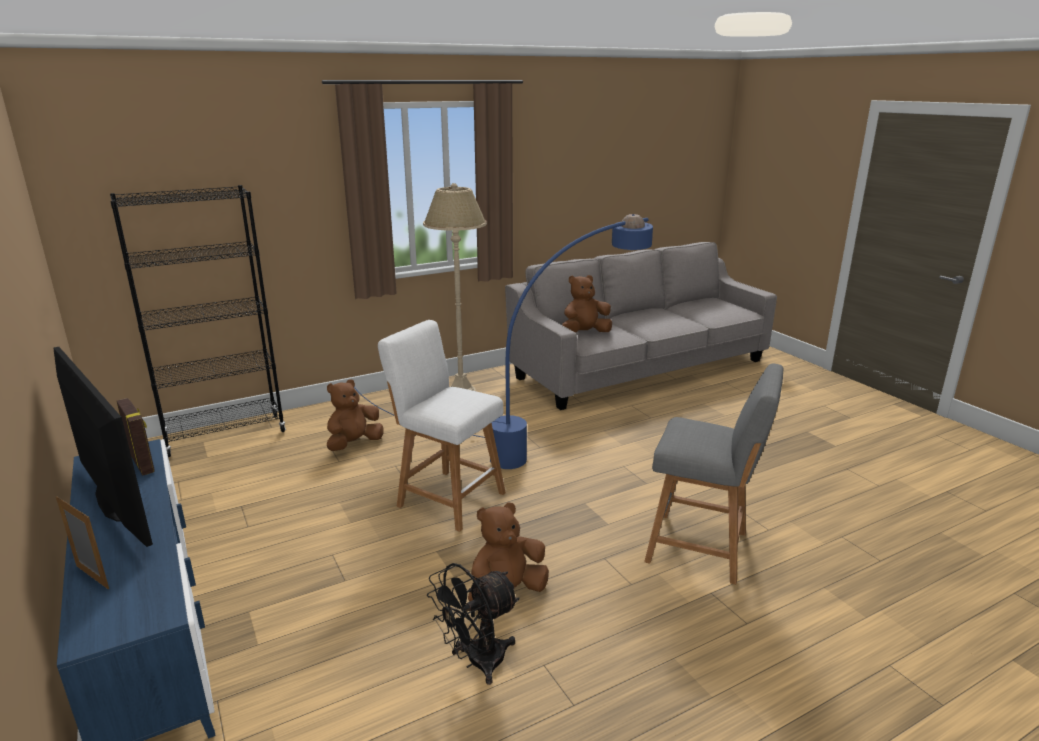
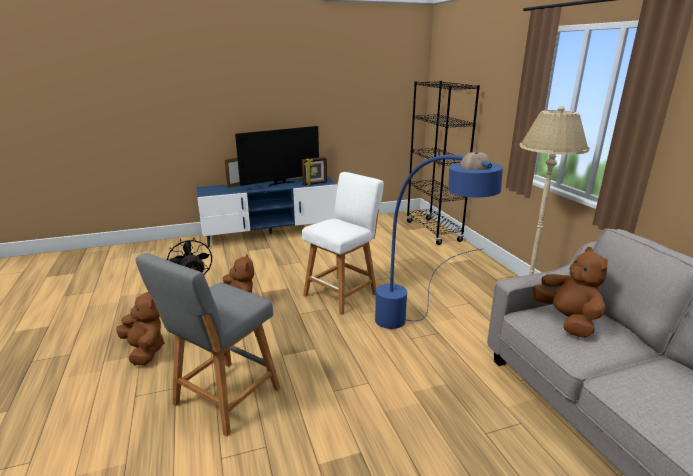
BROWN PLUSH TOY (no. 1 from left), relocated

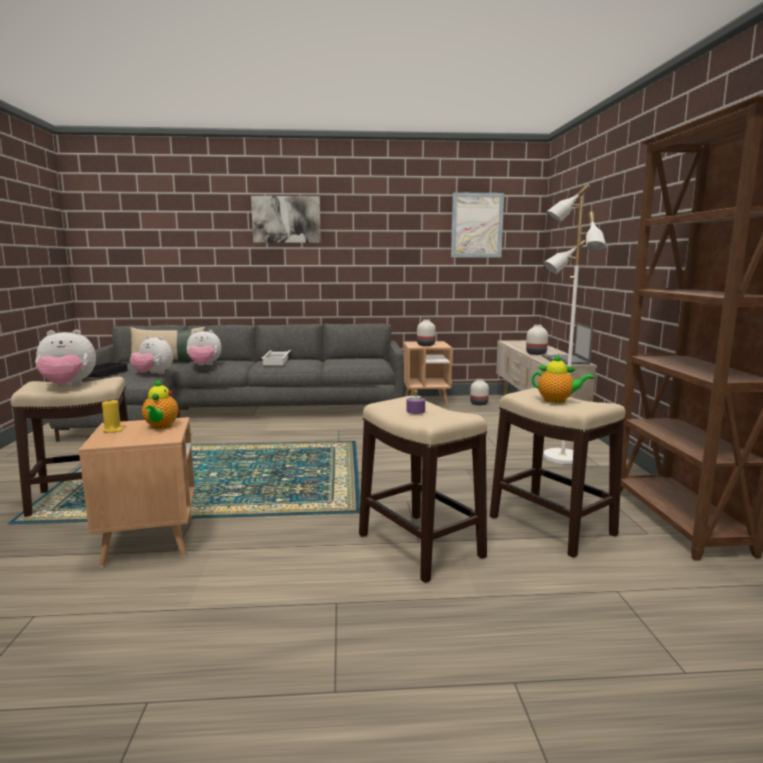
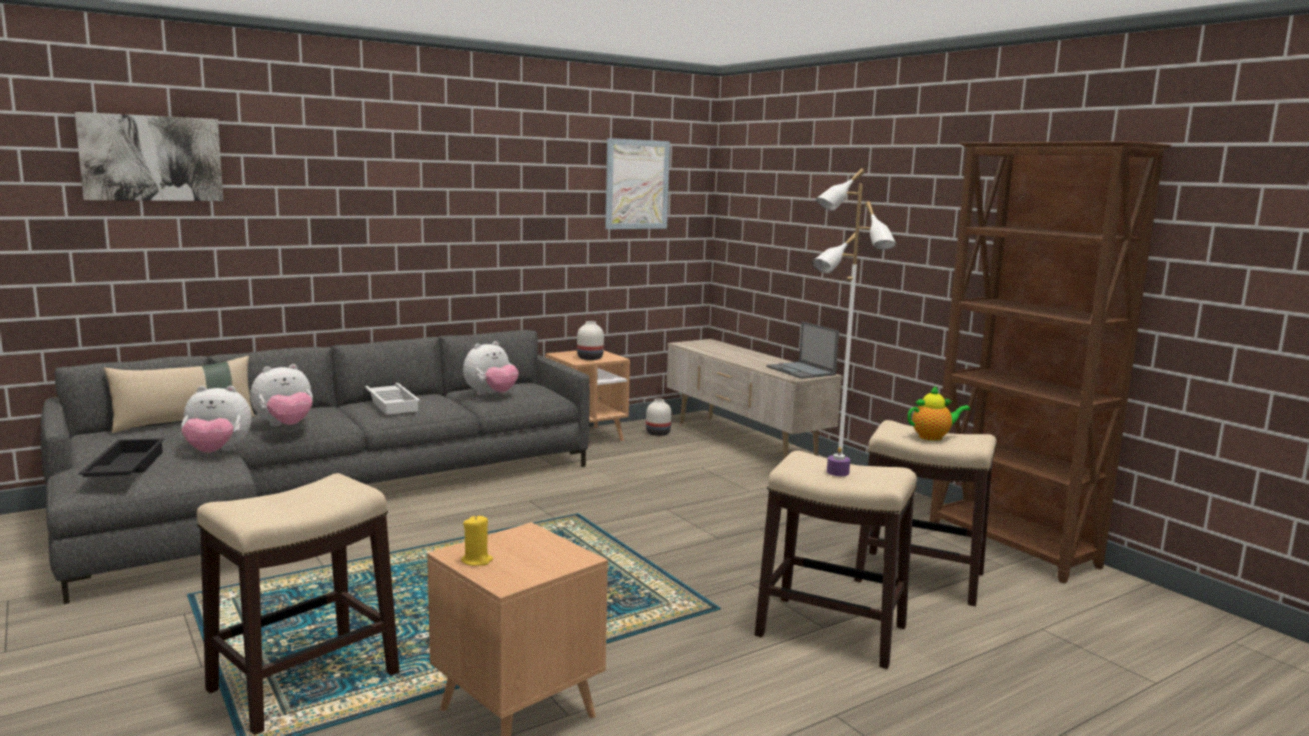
PICTURE (no. 1 from left), relocated
WHITE VASE (no. 3 from left) → -
PLUSH TOY (no. 1 from left in the first image) → PLUSH TOY (no. 3 from left), relocated
TEAPOT (no. 1 from left) → -

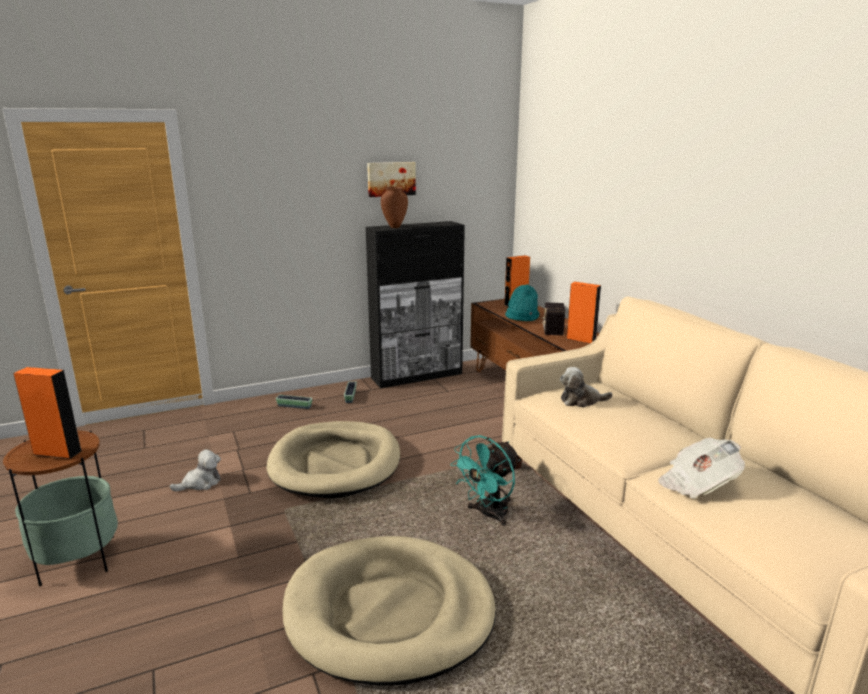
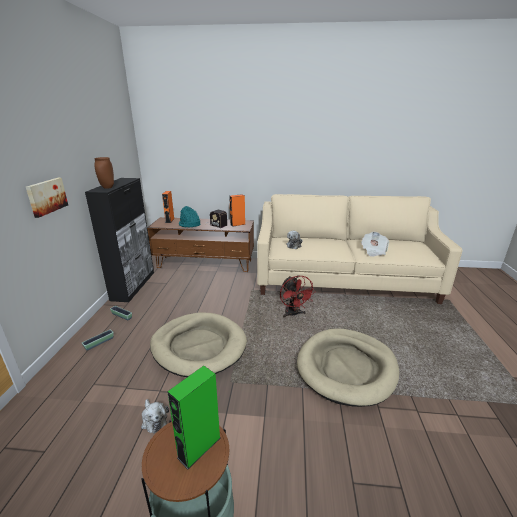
PICTURE, relocated
ORANGE SPEAKER (no. 1 from left) → GREEN SPEAKER
TURQUOISE FAN → RED FAN
PLUSH TOY (no. 1 from left), 150 degrees clockwise

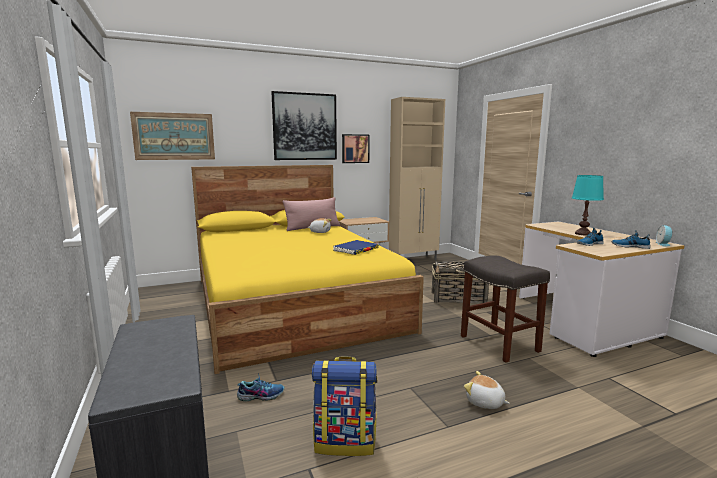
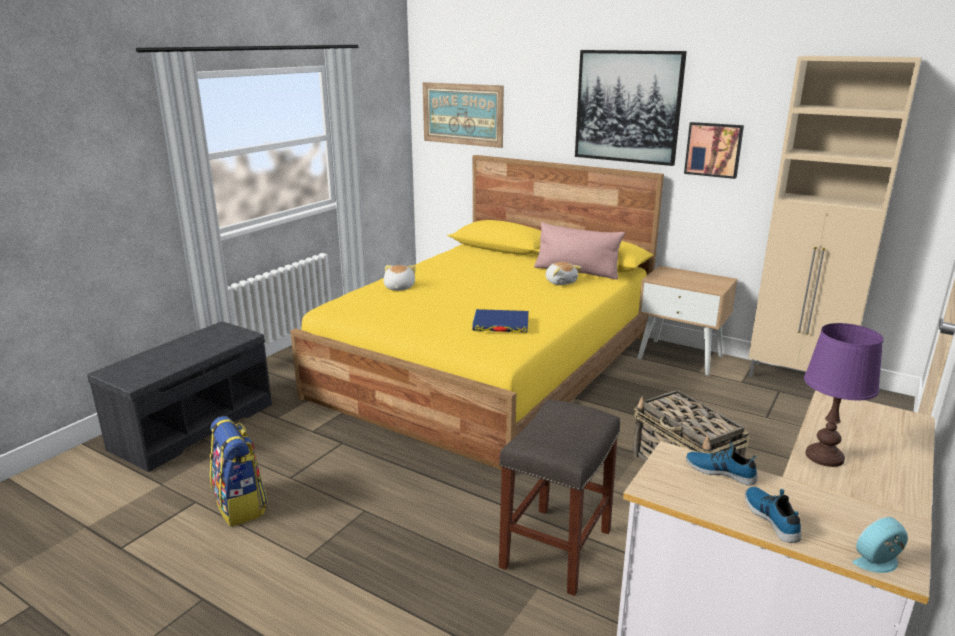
TURQUOISE TABLE LAMP → PURPLE TABLE LAMP
PLUSH TOY (no. 2 from left in the first image) → PLUSH TOY (no. 1 from left), relocated
SHOE (no. 1 from left) → -

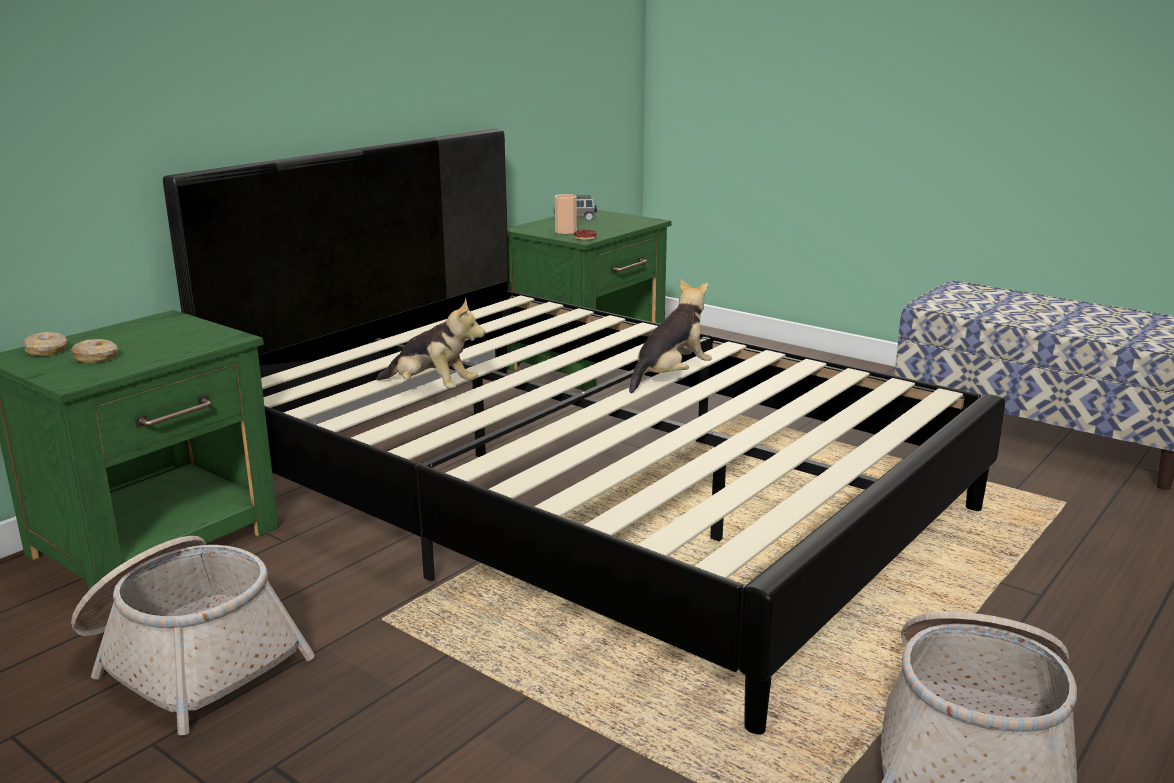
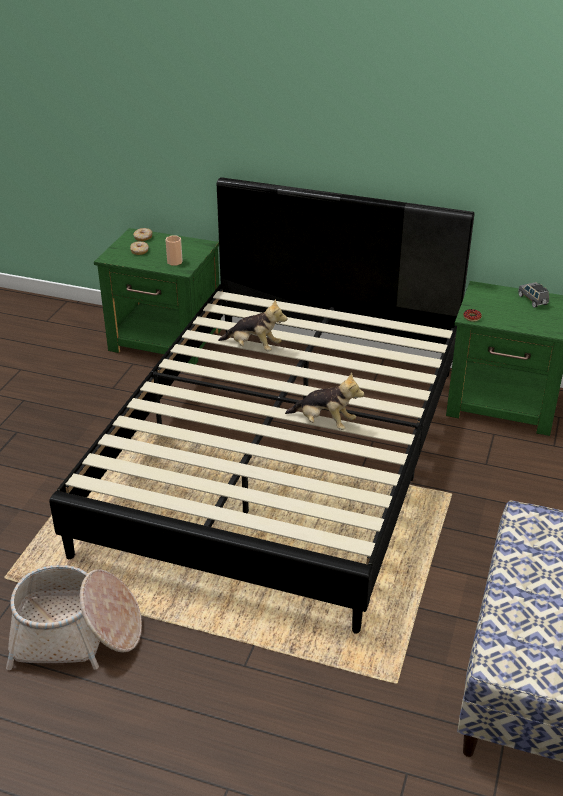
CUP, relocated
PLUSH TOY (no. 1 from left), 75 degrees counterclockwise
BASKET (no. 1 from left) → -

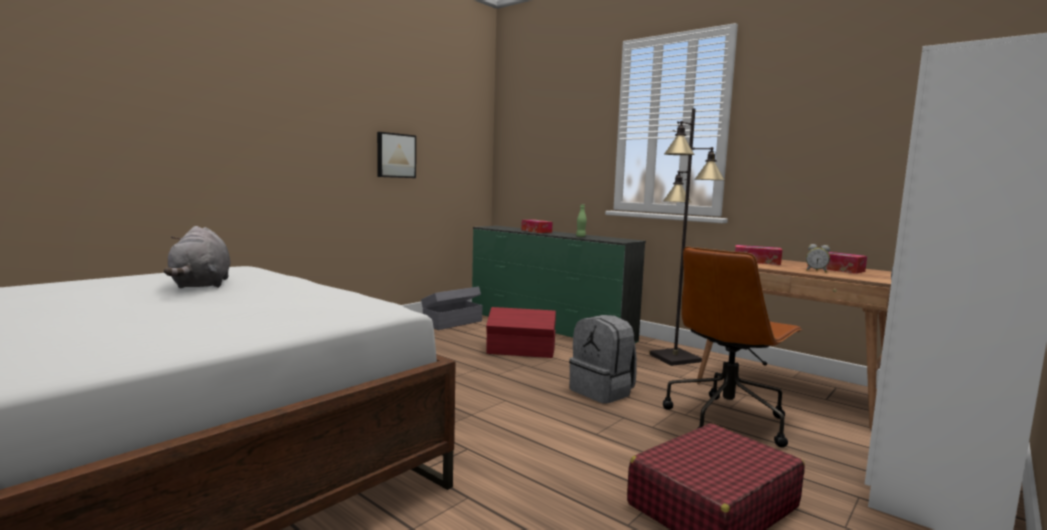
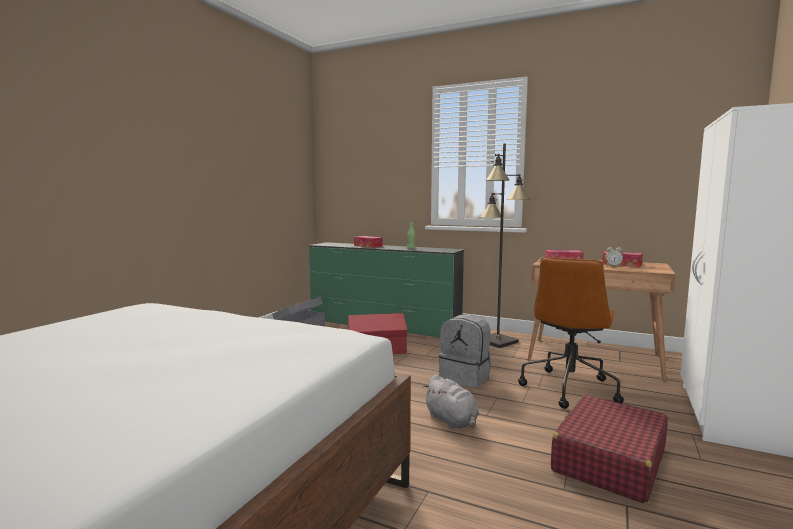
PICTURE → -
GREY PLUSH TOY, relocated

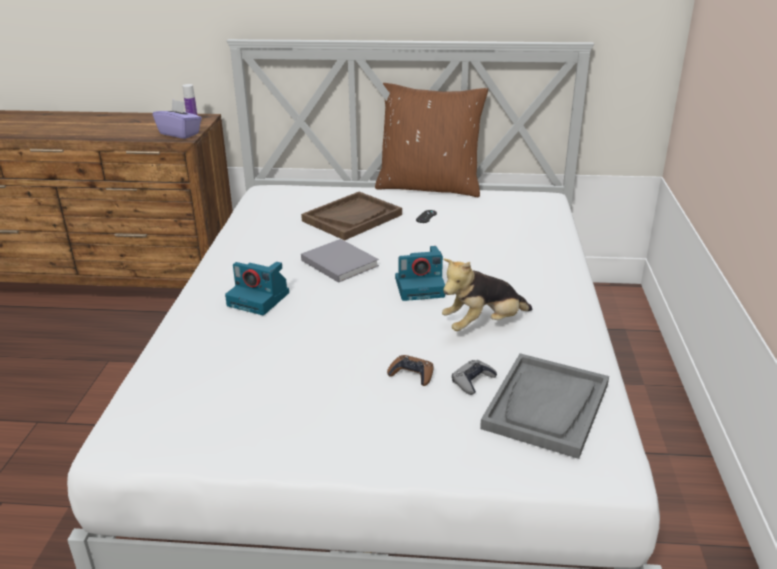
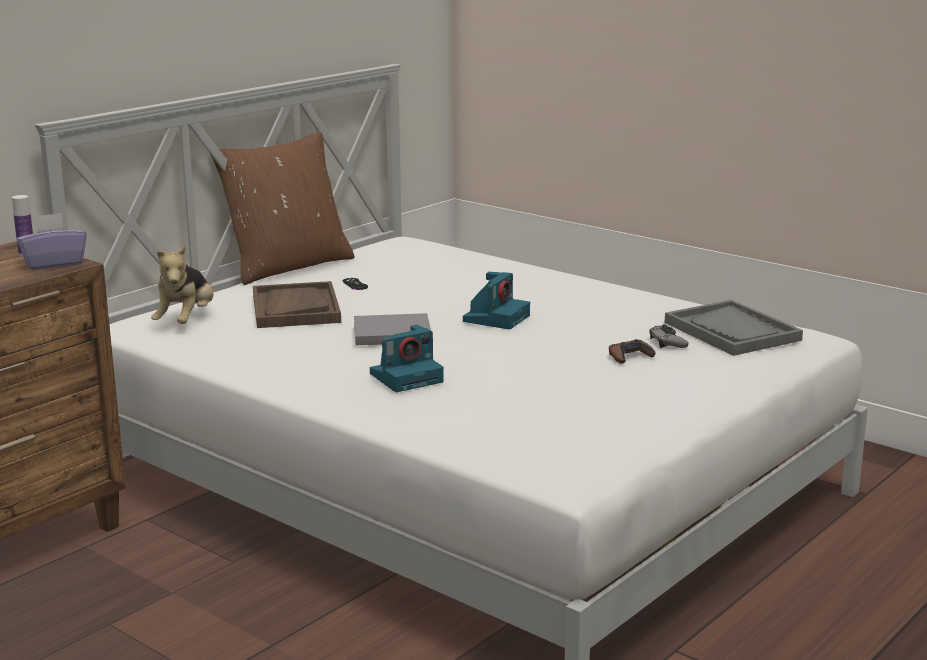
PLUSH TOY, relocated

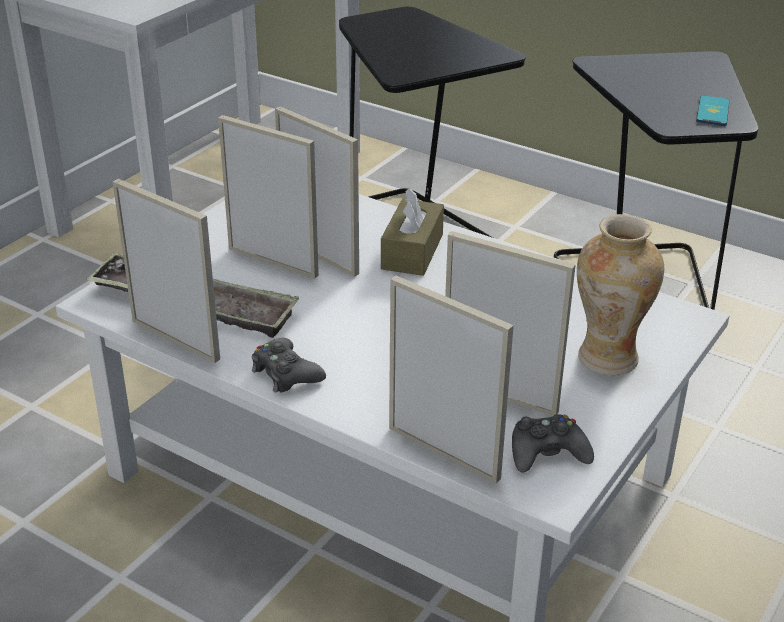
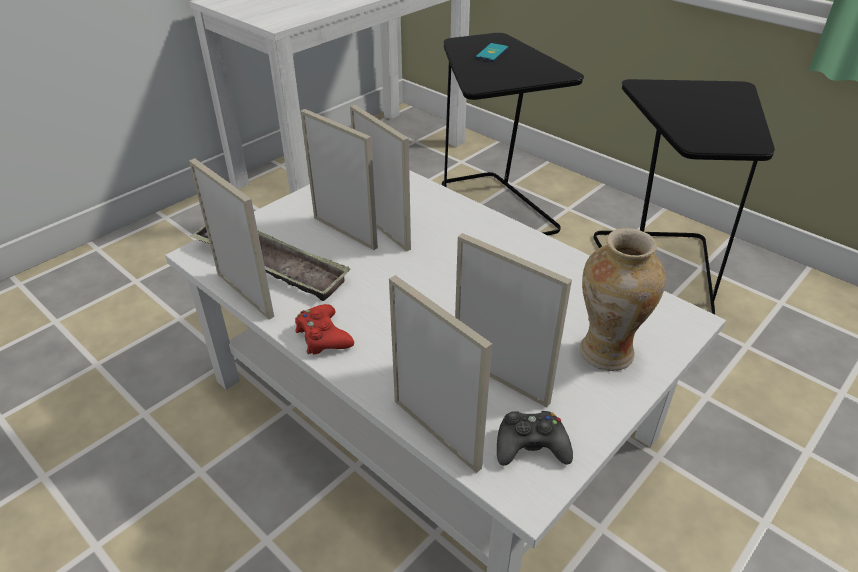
PHONE, relocated
BROWN TISSUE BOX → -
BLACK GAME CONTROLLER (no. 1 from left) → RED GAME CONTROLLER

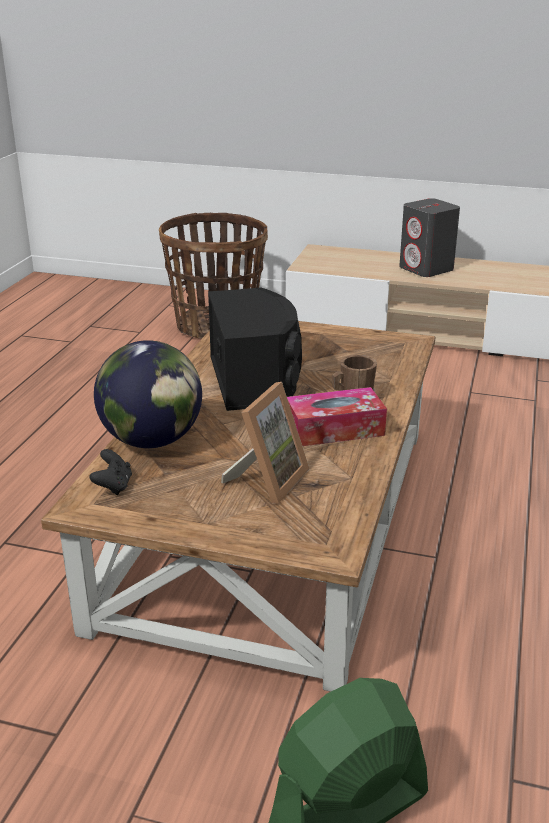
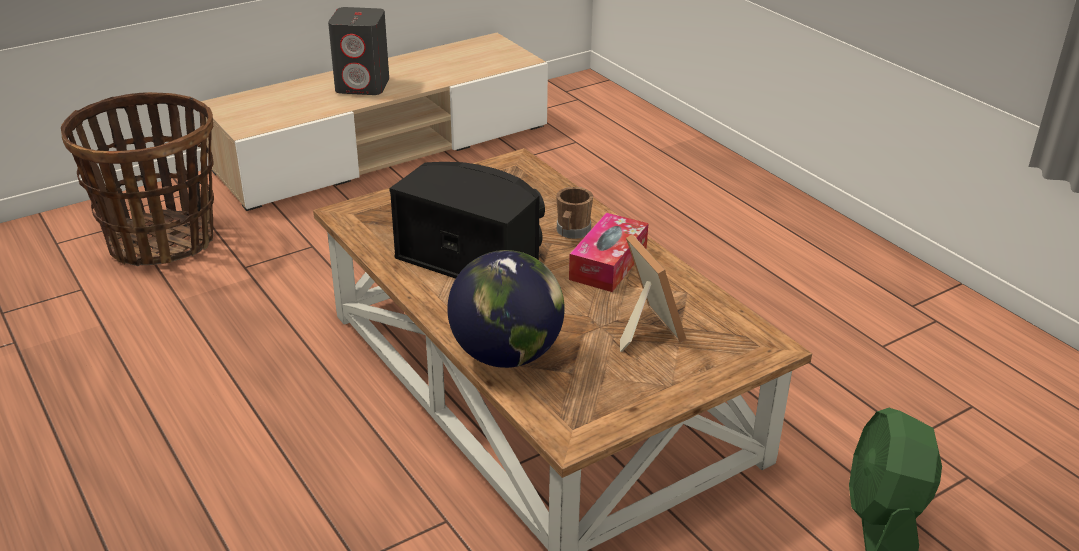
BLACK GAME CONTROLLER → -

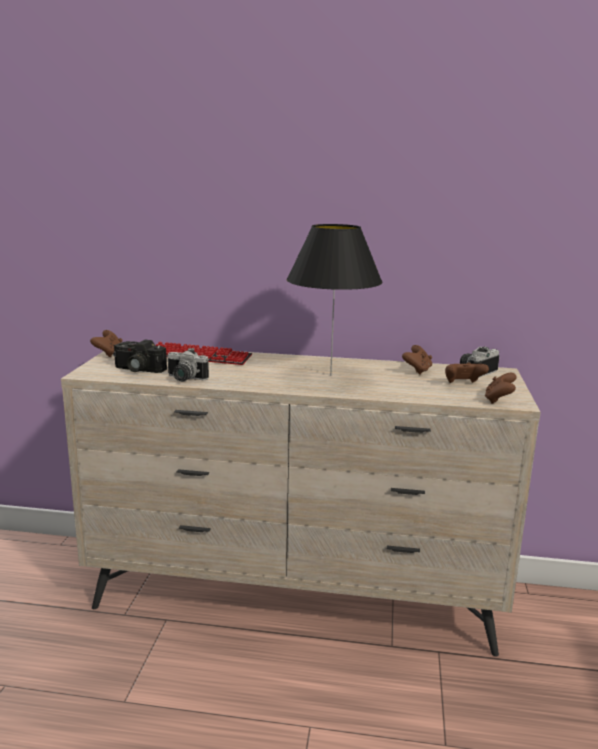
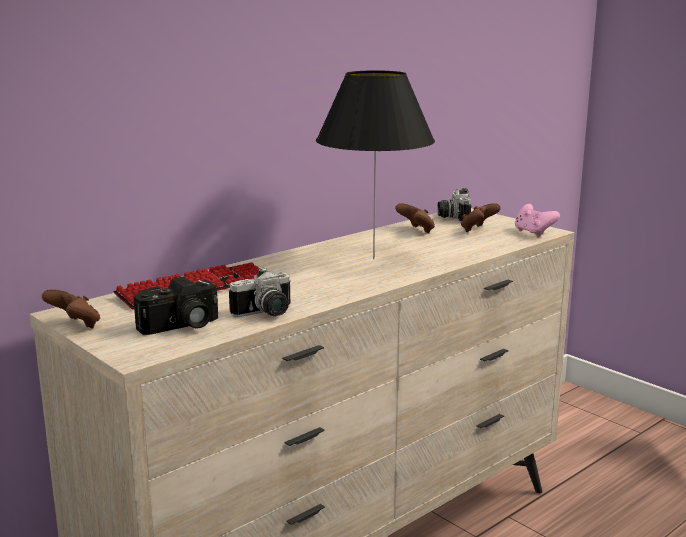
BROWN GAME CONTROLLER (no. 4 from left) → PINK GAME CONTROLLER

